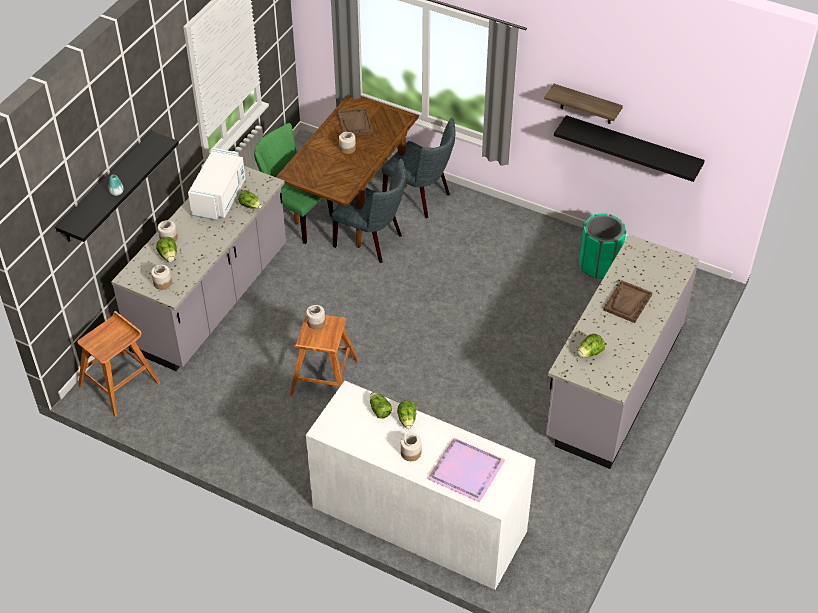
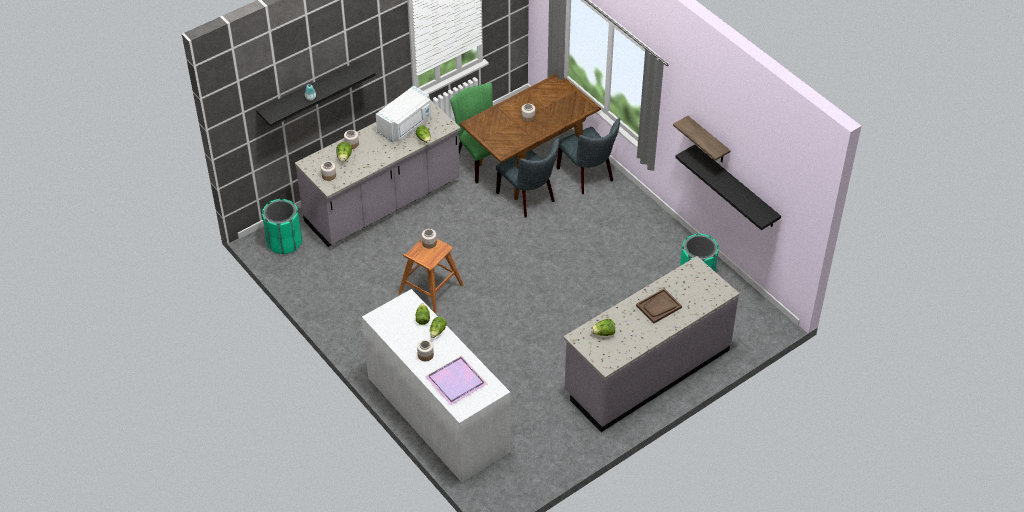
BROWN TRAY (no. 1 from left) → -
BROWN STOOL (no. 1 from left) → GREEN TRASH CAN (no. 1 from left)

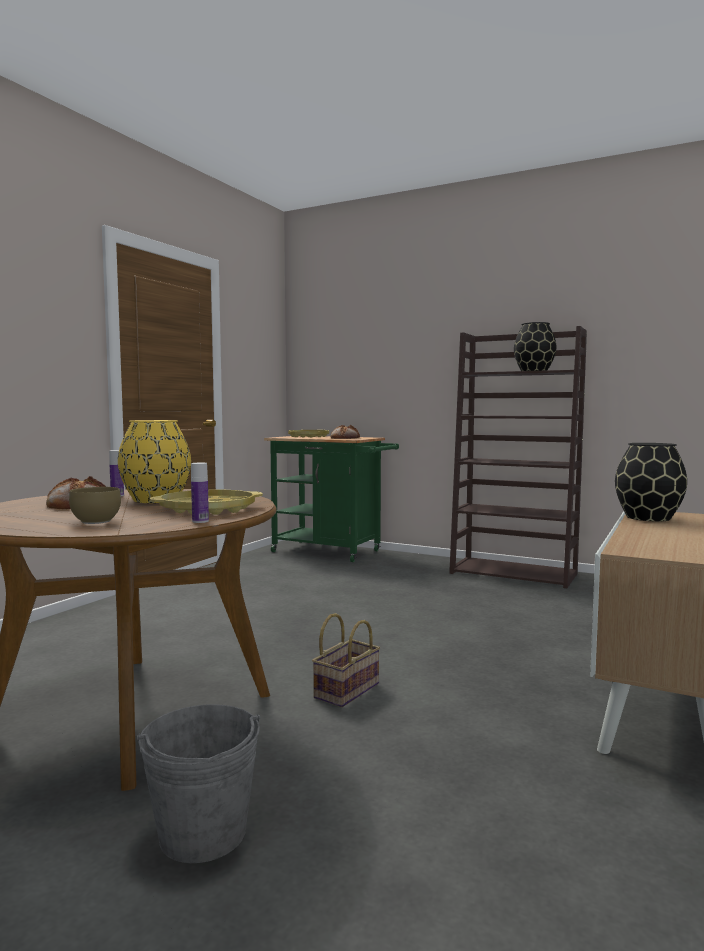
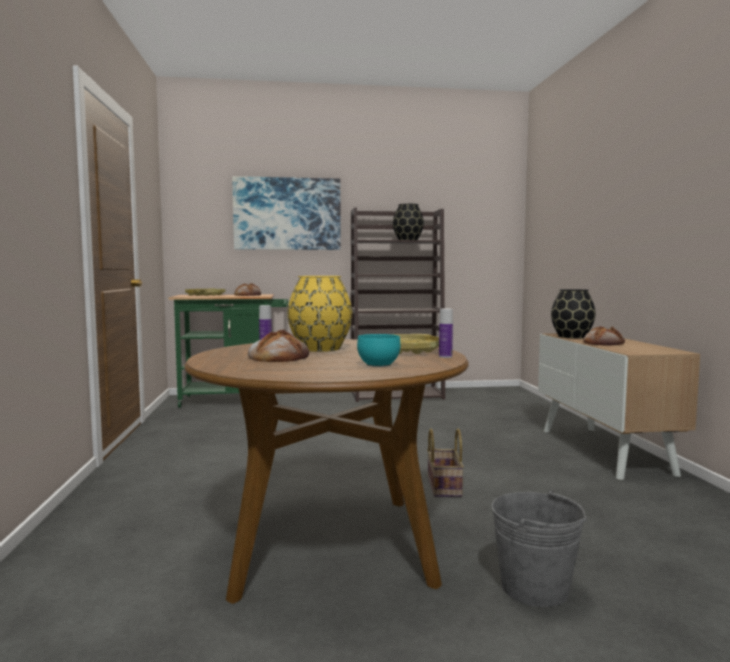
BROWN BOWL → TURQUOISE BOWL
- → PICTURE
- → BREAD (no. 3 from left)

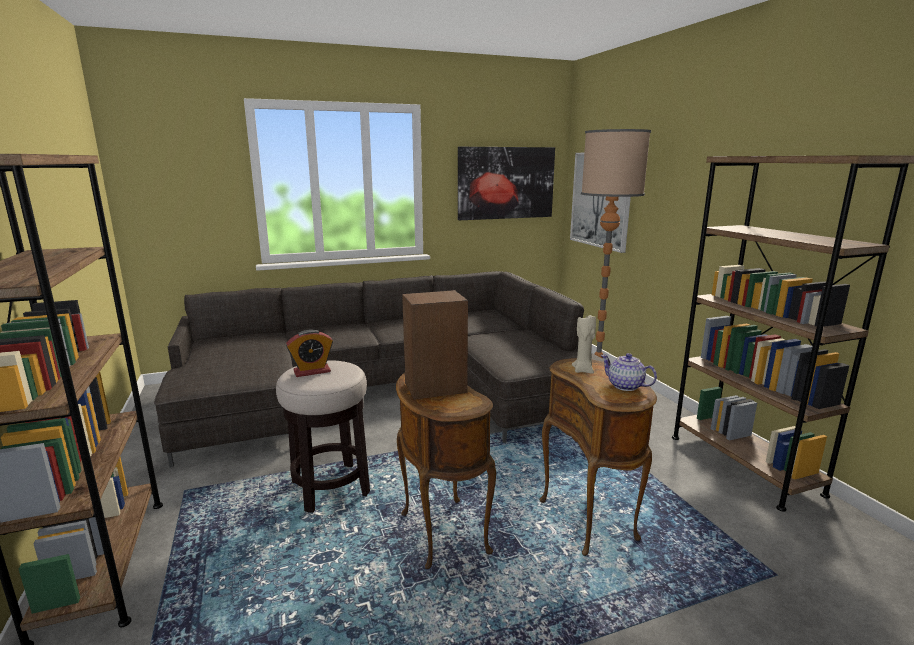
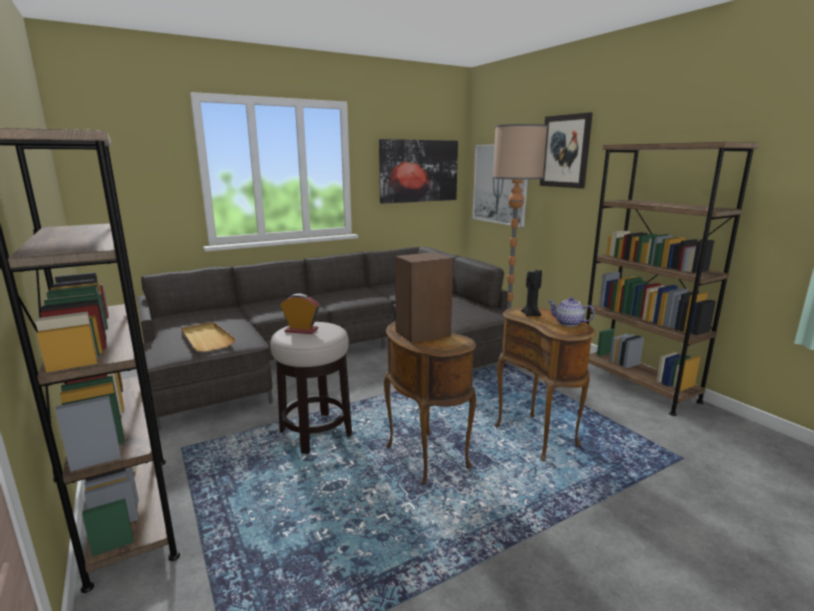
BEIGE CANDLE → BLACK CANDLE
ALARM CLOCK, 135 degrees counterclockwise
- → PICTURE (no. 3 from left)
- → BEIGE TRAY

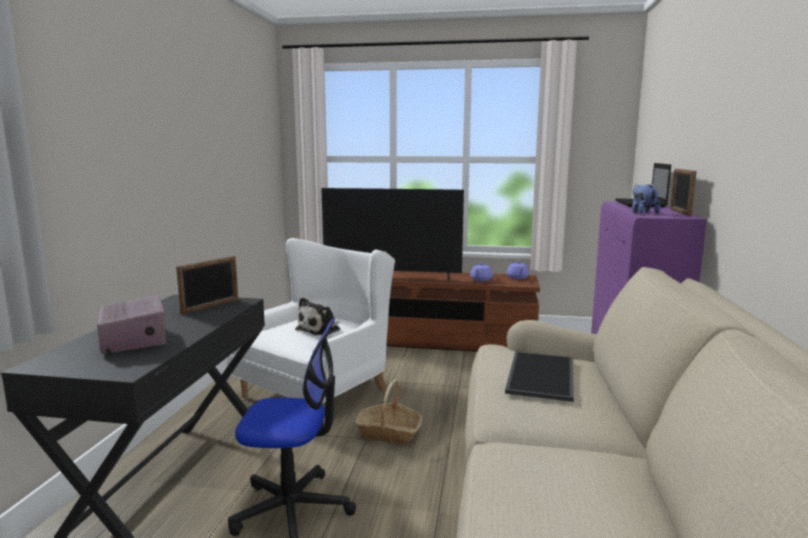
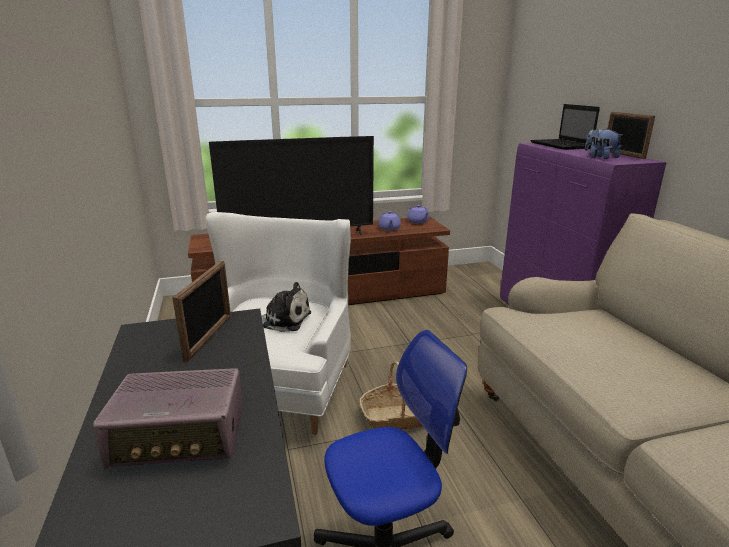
RADIO, 135 degrees clockwise
PLUSH TOY (no. 1 from left), 90 degrees counterclockwise
TRAY → -

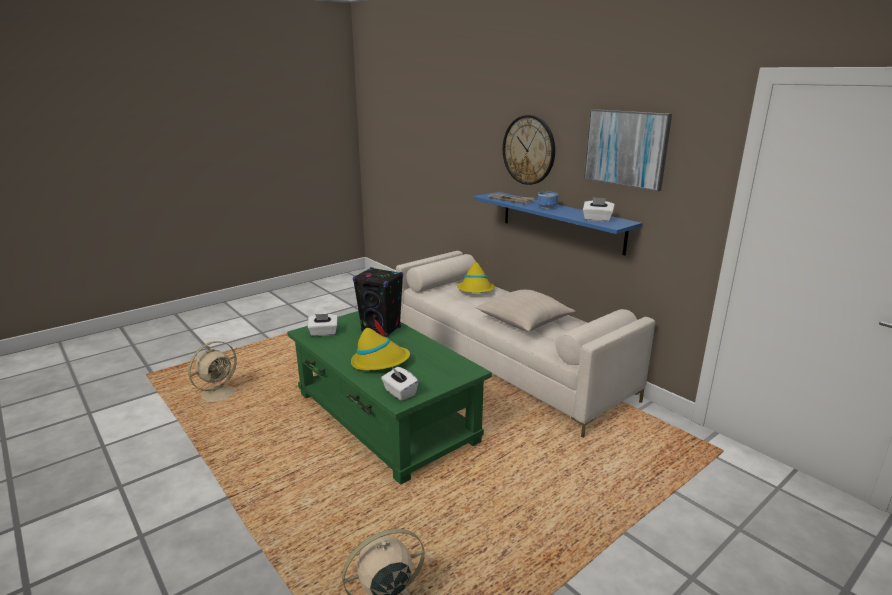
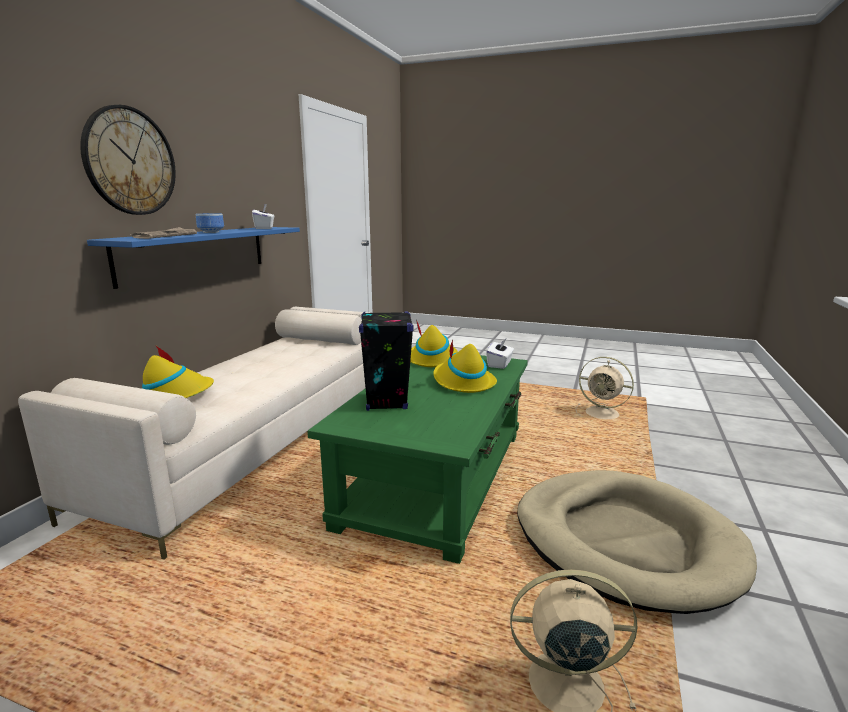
PICTURE → -
BEIGE PILLOW → -
WHITE TISSUE BOX (no. 1 from left) → -
- → YELLOW HAT (no. 2 from left)
- → BEIGE DOG BED

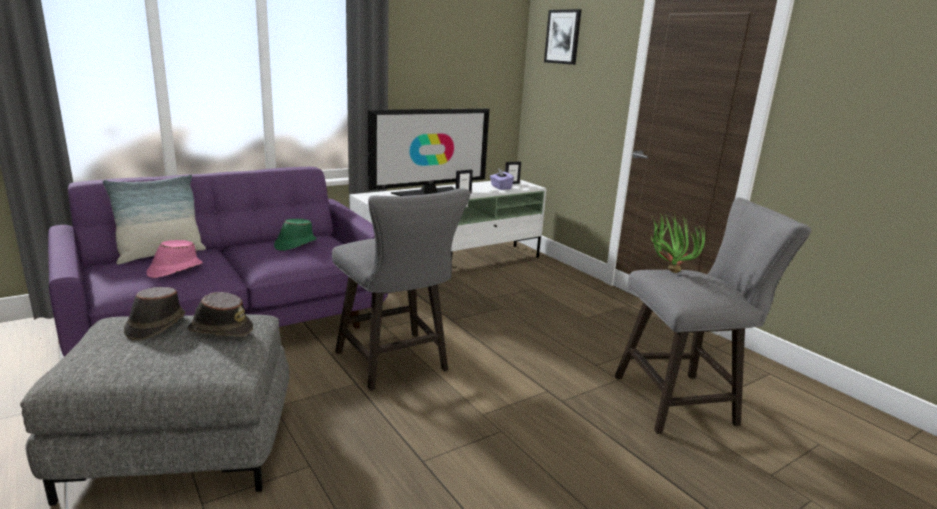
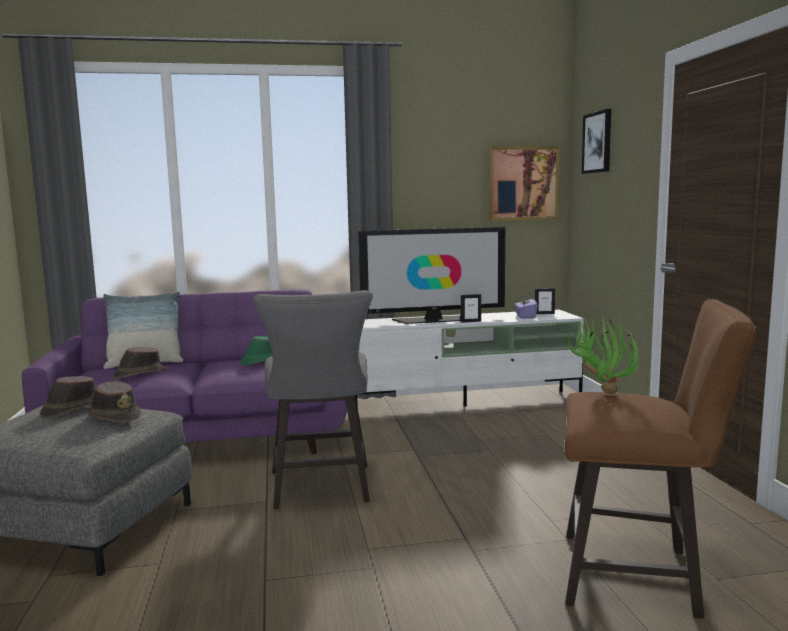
GREY STOOL (no. 2 from left) → BROWN STOOL
PINK HAT → BROWN HAT (no. 3 from left)
- → PICTURE (no. 1 from left)

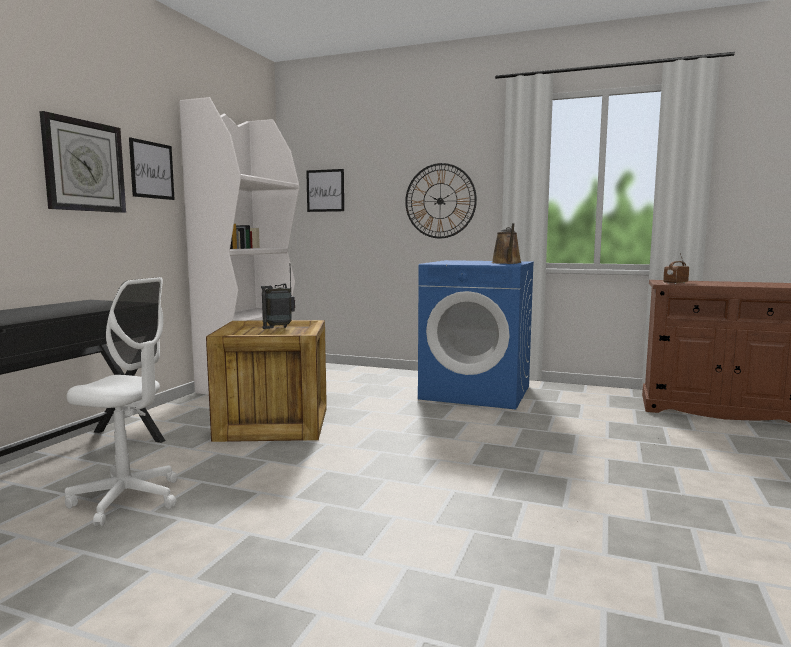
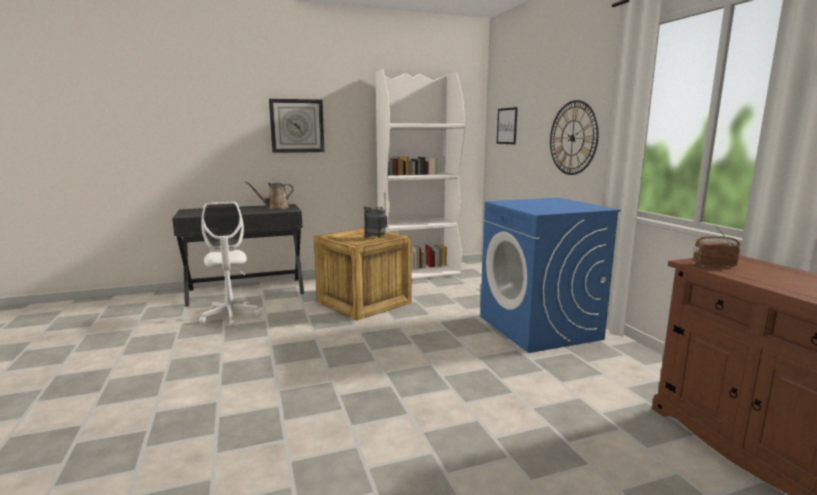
PICTURE (no. 1 from left) → -
BROWN WATERING CAN, relocated

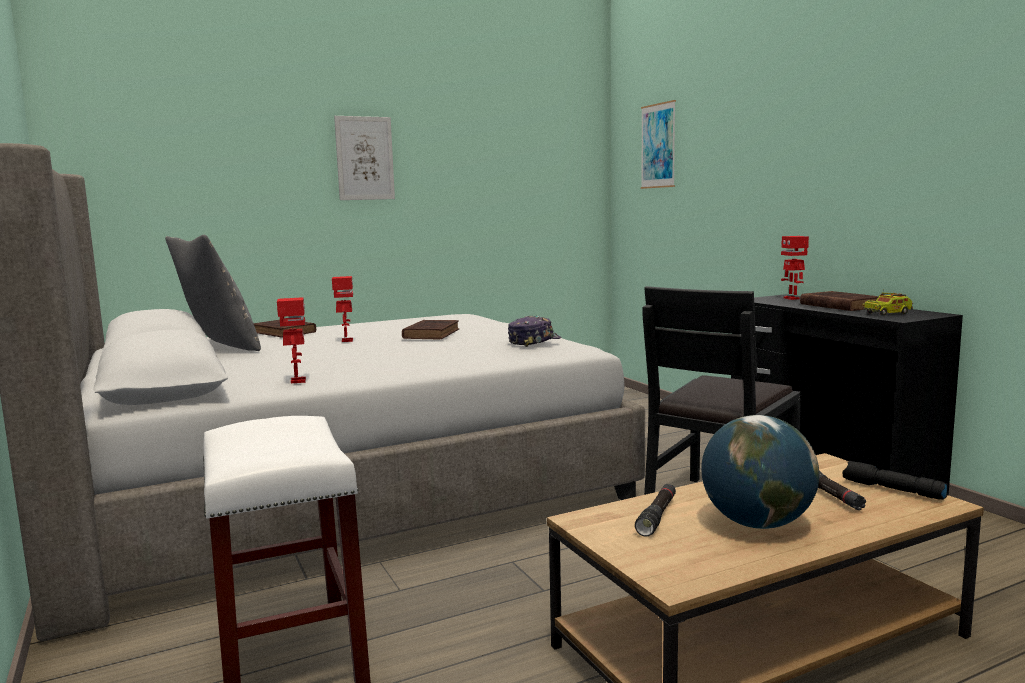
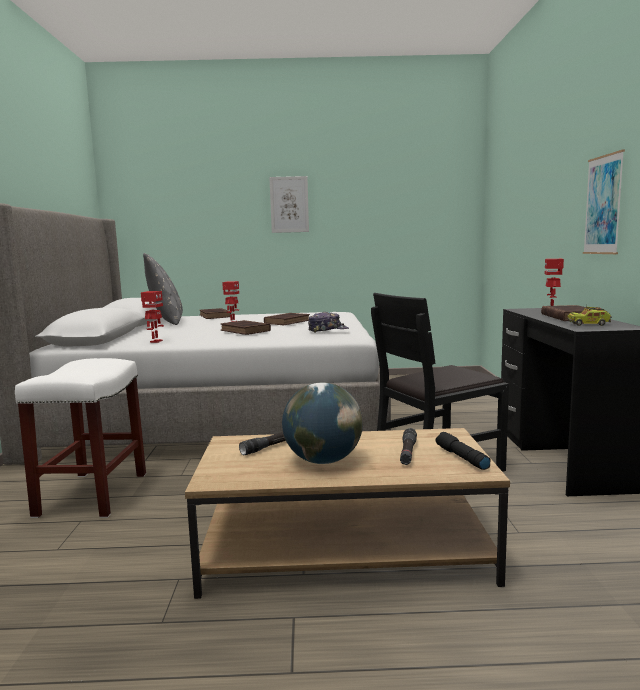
PICTURE (no. 2 from left), relocated
- → BROWN BOOK (no. 2 from left)

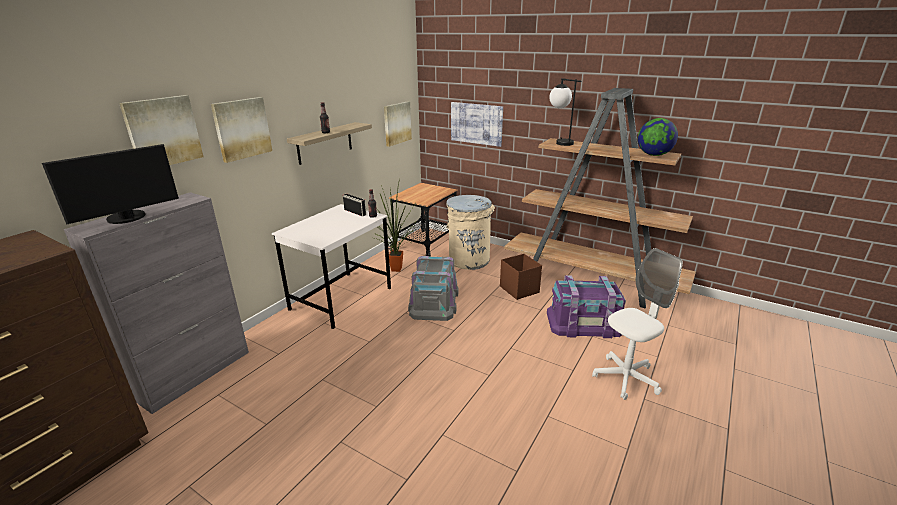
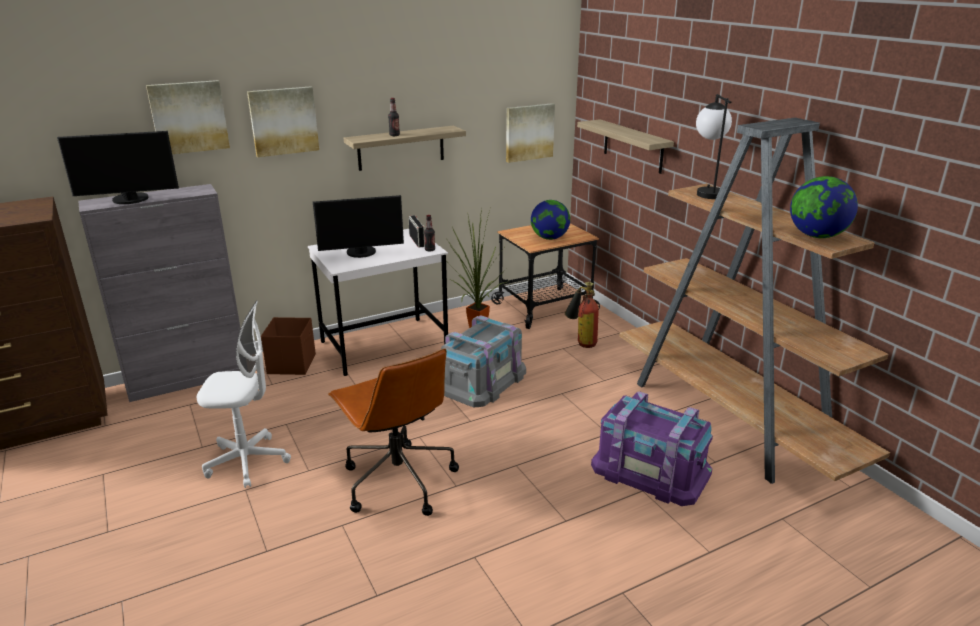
PICTURE (no. 4 from left) → SHELF (no. 2 from left)
BEIGE TRASH CAN → FIRE EXTINGUISHER
WHITE OFFICE CHAIR, relocated
BROWN STORAGE BOX, relocated
- → MONITOR (no. 2 from left)
- → GLOBE (no. 1 from left)
- → BROWN OFFICE CHAIR

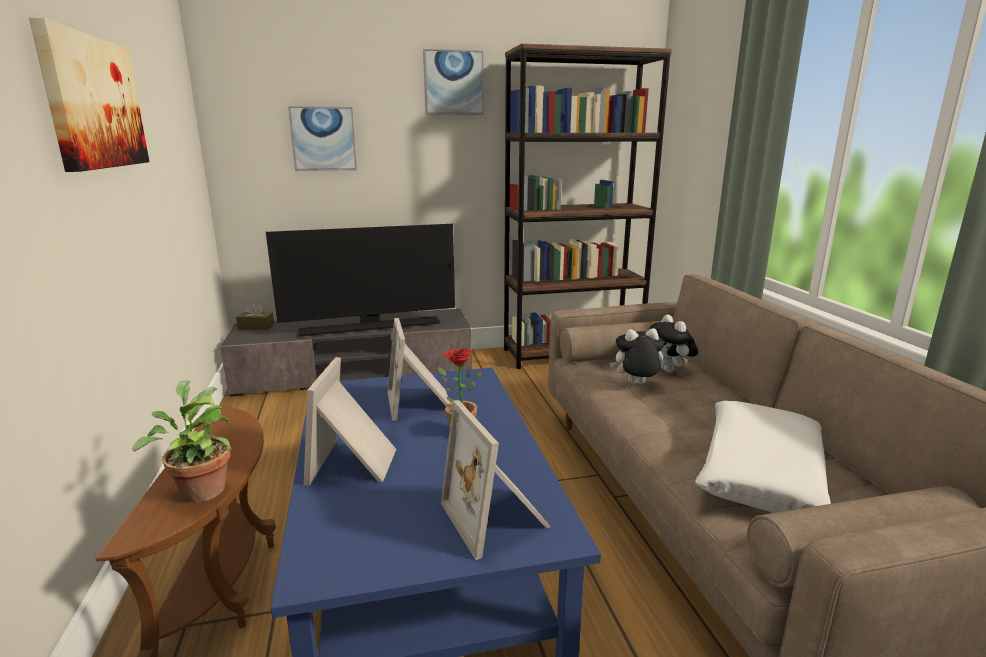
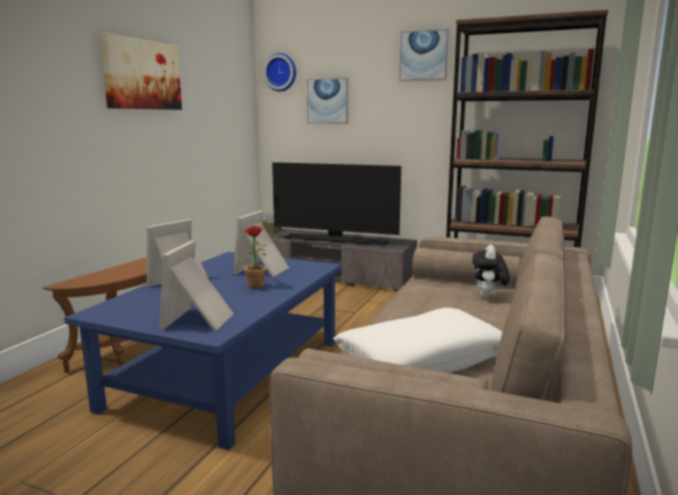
PLUSH TOY (no. 1 from left) → -
POTTED PLANT (no. 1 from left) → -
- → WALL CLOCK

